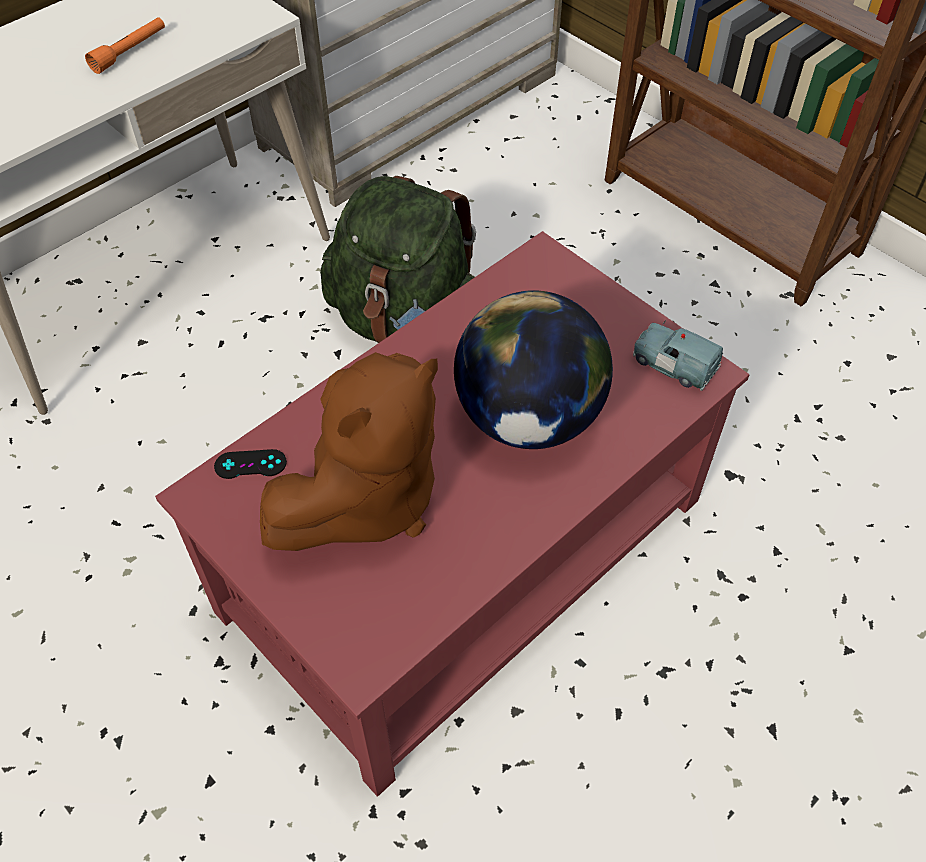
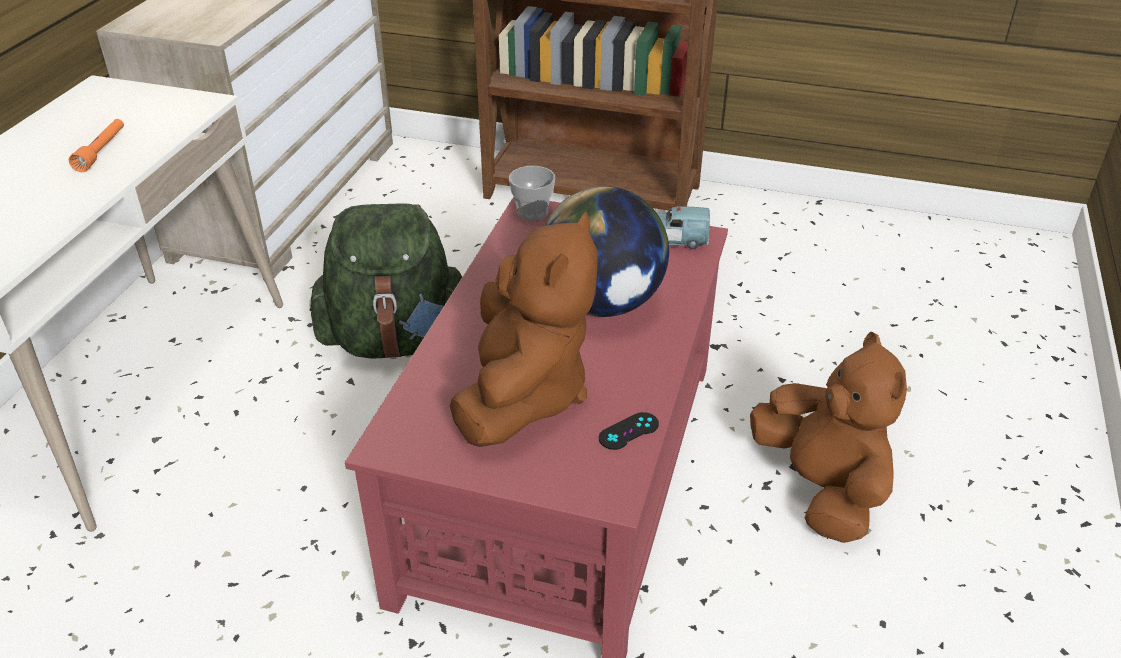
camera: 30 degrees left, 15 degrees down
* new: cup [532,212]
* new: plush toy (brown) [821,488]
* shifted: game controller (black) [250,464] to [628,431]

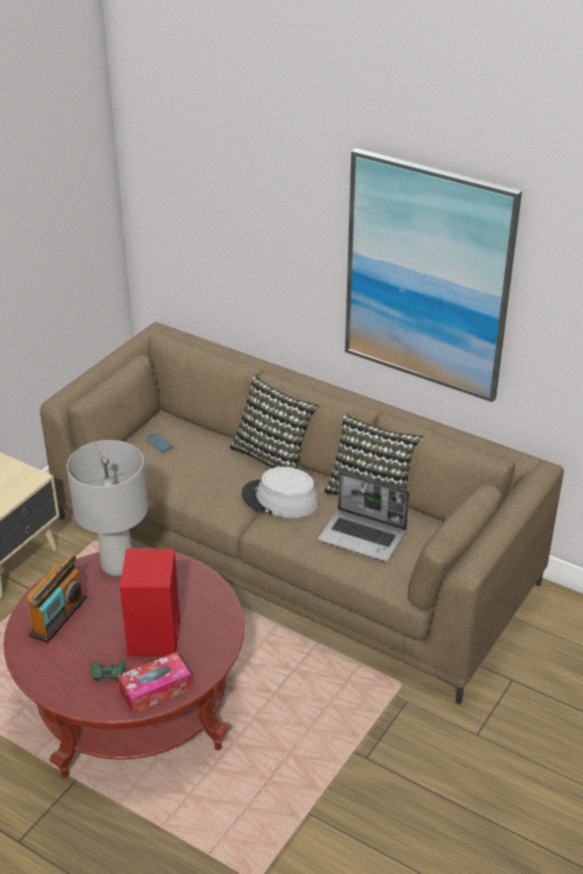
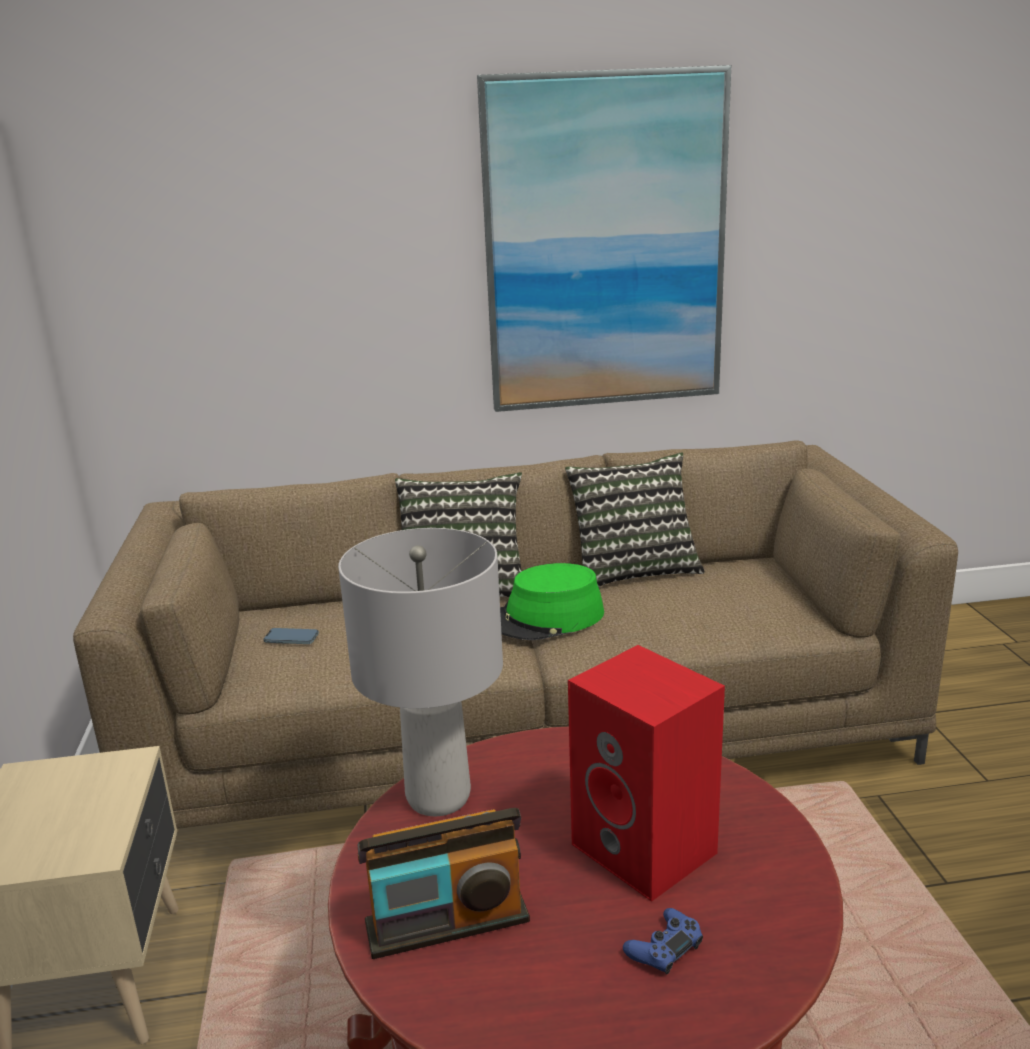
camera: 40 degrees left, 15 degrees down
* gone: tissue box [155,689]
* gone: laptop [363,536]
* repainted: game controller (green) [108,673] to game controller (blue) [664,948]
* repainted: hat (grey) [280,499] to hat (green) [545,618]
* rotated: radio [58,616] = [447,923] 90 degrees clockwise

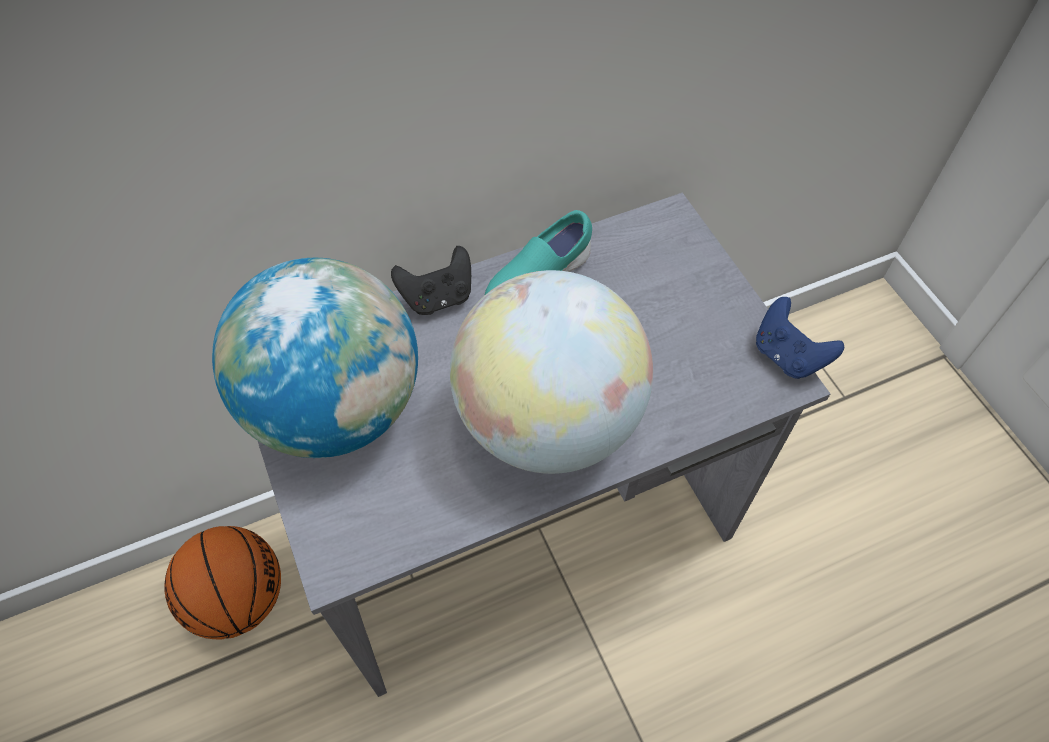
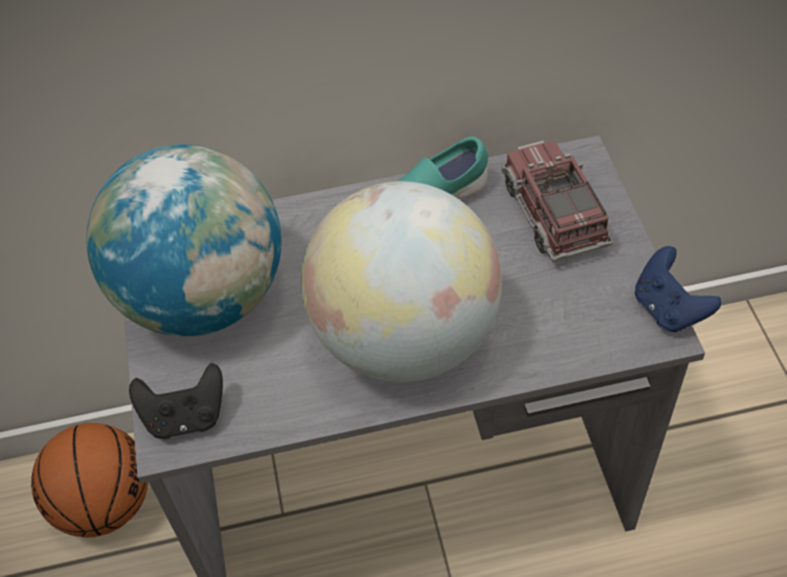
camera: 15 degrees right, 5 degrees down
* new: toy truck [553,214]
* shifted: game controller (black) [438,297] to [185,417]

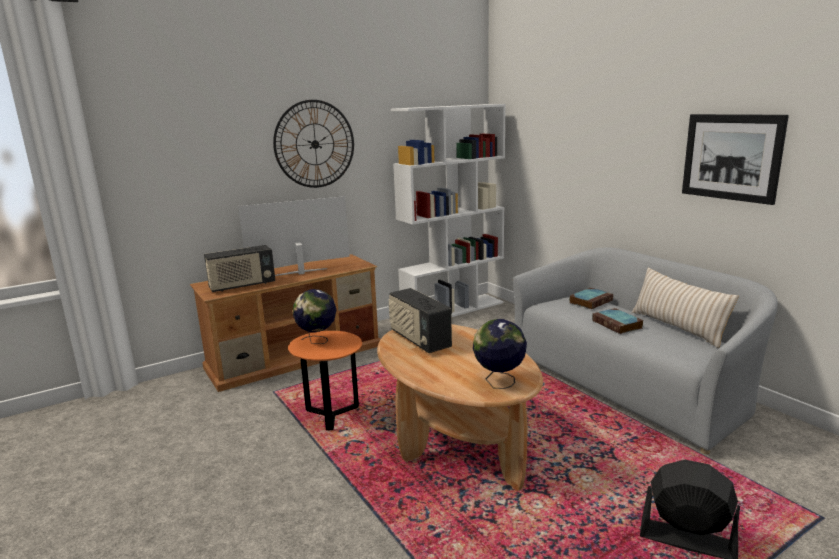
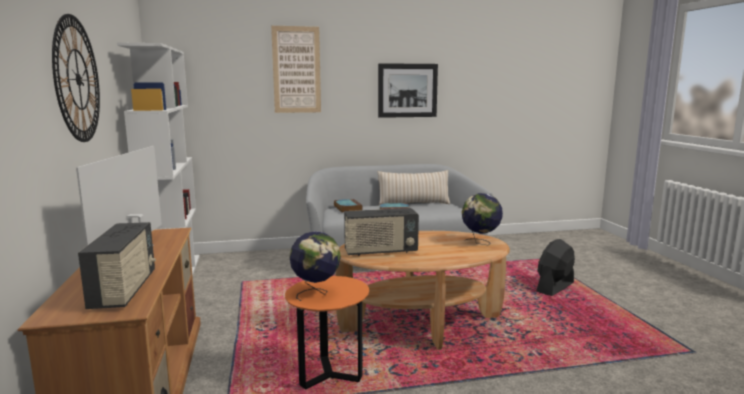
camera: 70 degrees left, 5 degrees down
* new: picture [296,70]

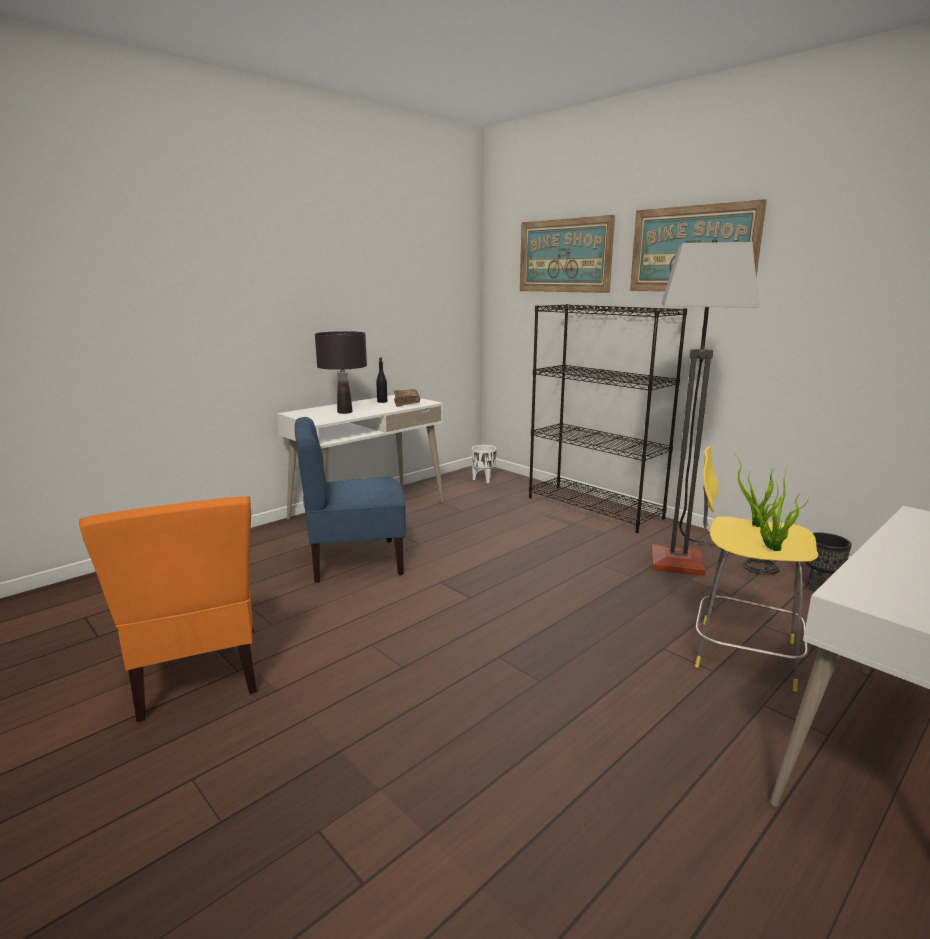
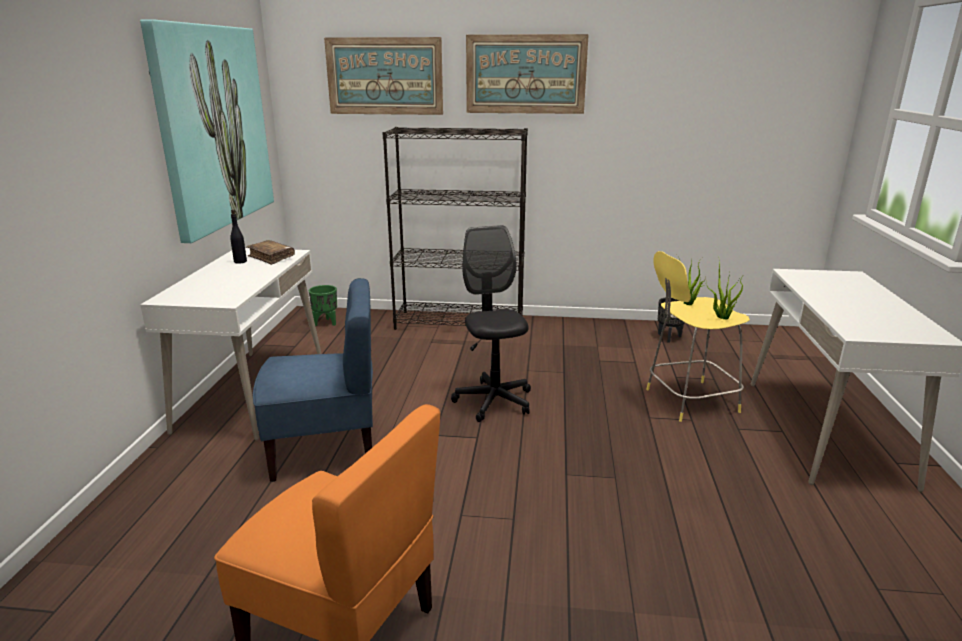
camera: 40 degrees left, 5 degrees up
* gone: table lamp (black) [345,412]
* gone: floor lamp [695,561]
* new: picture [213,127]
* new: office chair (black) [494,401]
* repainted: planter (white) [484,479] to planter (green) [326,323]
* rotated: chair (blue) [355,562] = [325,449] 135 degrees counterclockwise

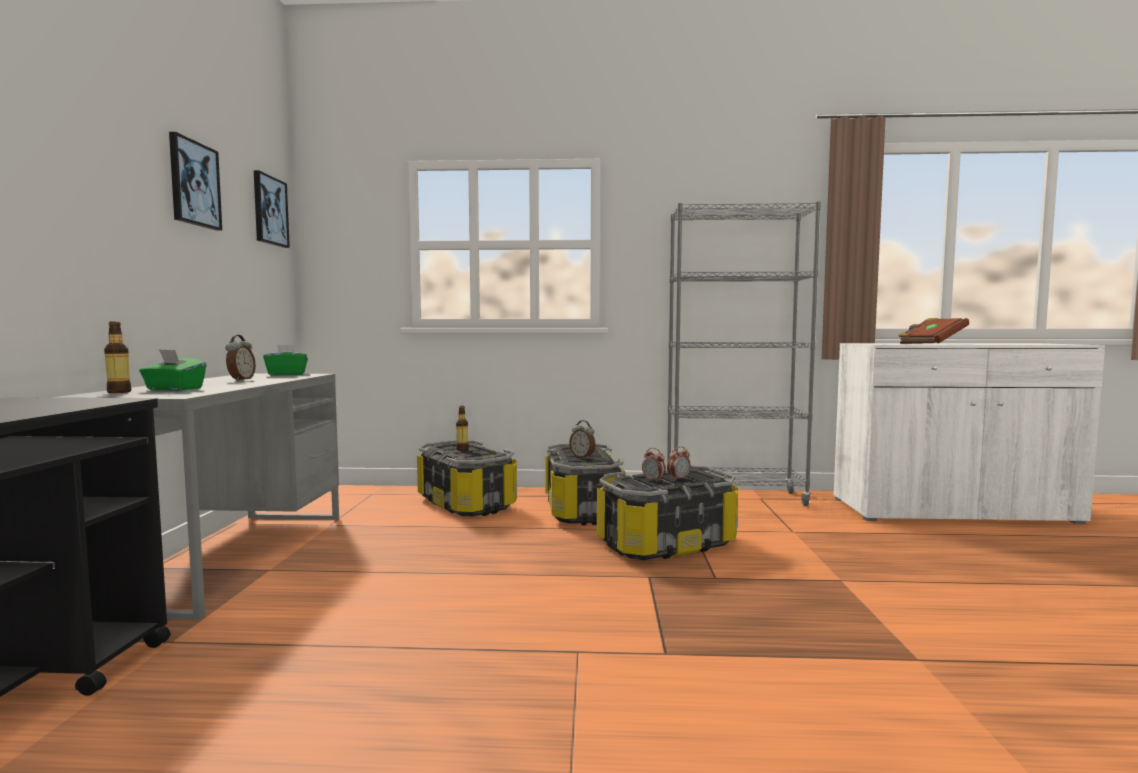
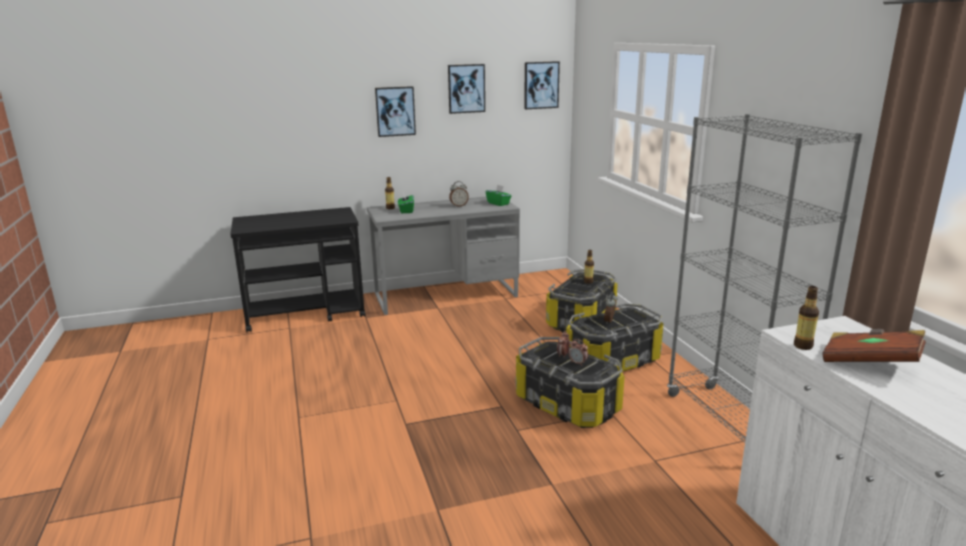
camera: 70 degrees right, 15 degrees up
* new: picture [395,111]
* new: bottle [803,346]

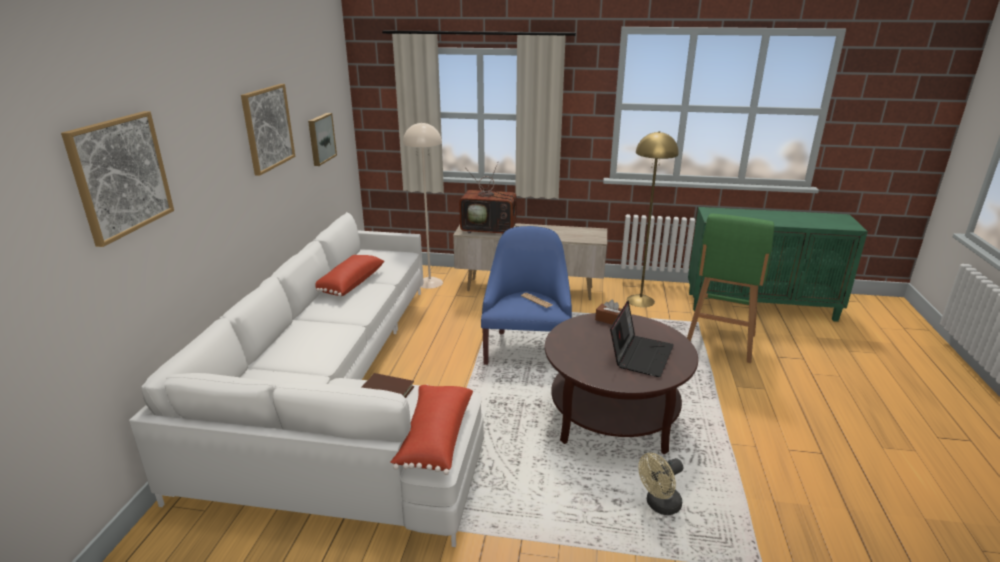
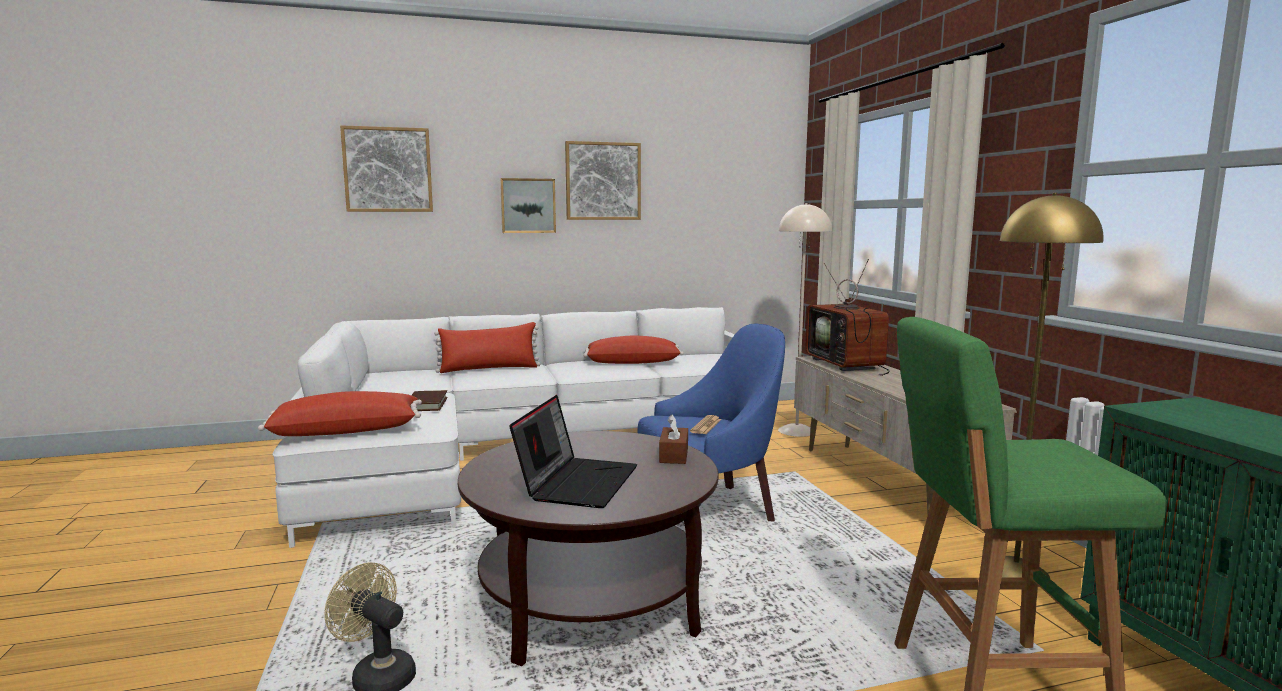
camera: 65 degrees right, 15 degrees down
* new: pillow (red) [489,369]
* shifted: picture [320,138] to [528,206]
* rotated: laptop [640,355] = [577,482] 75 degrees counterclockwise

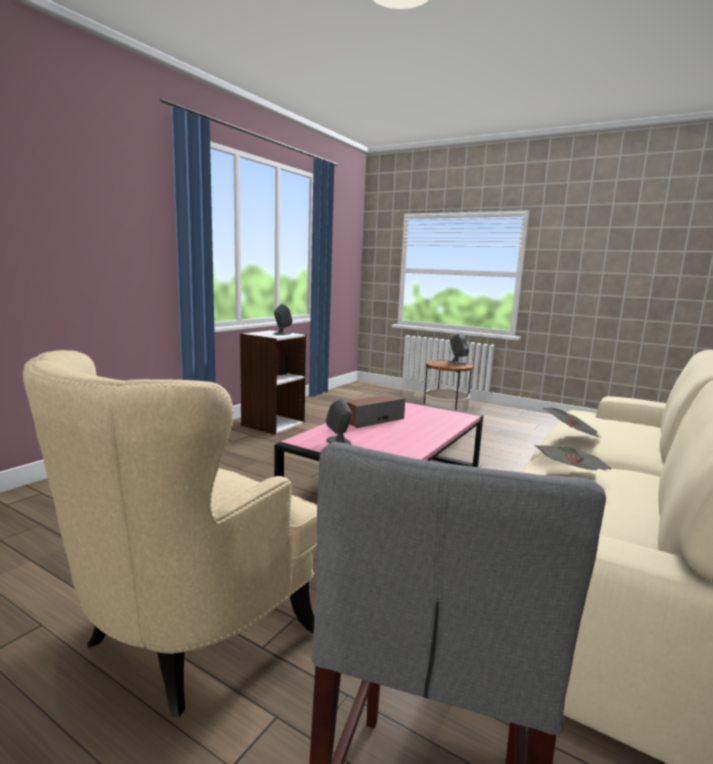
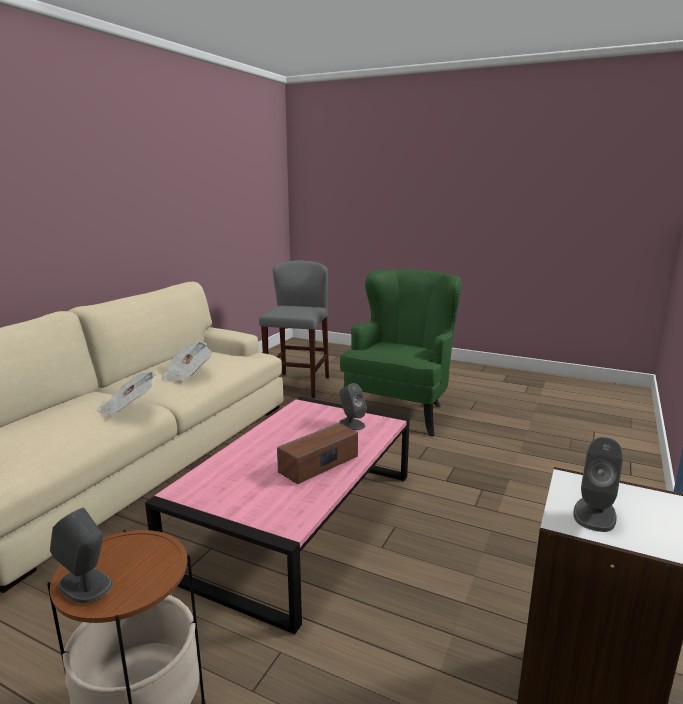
camera: 175 degrees right, 5 degrees up
* repainted: armchair (beige) [185,638] to armchair (green) [400,410]

